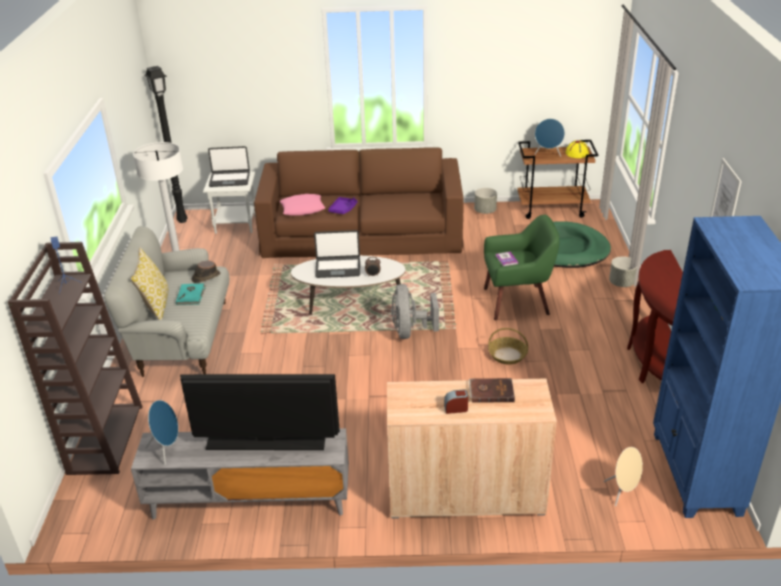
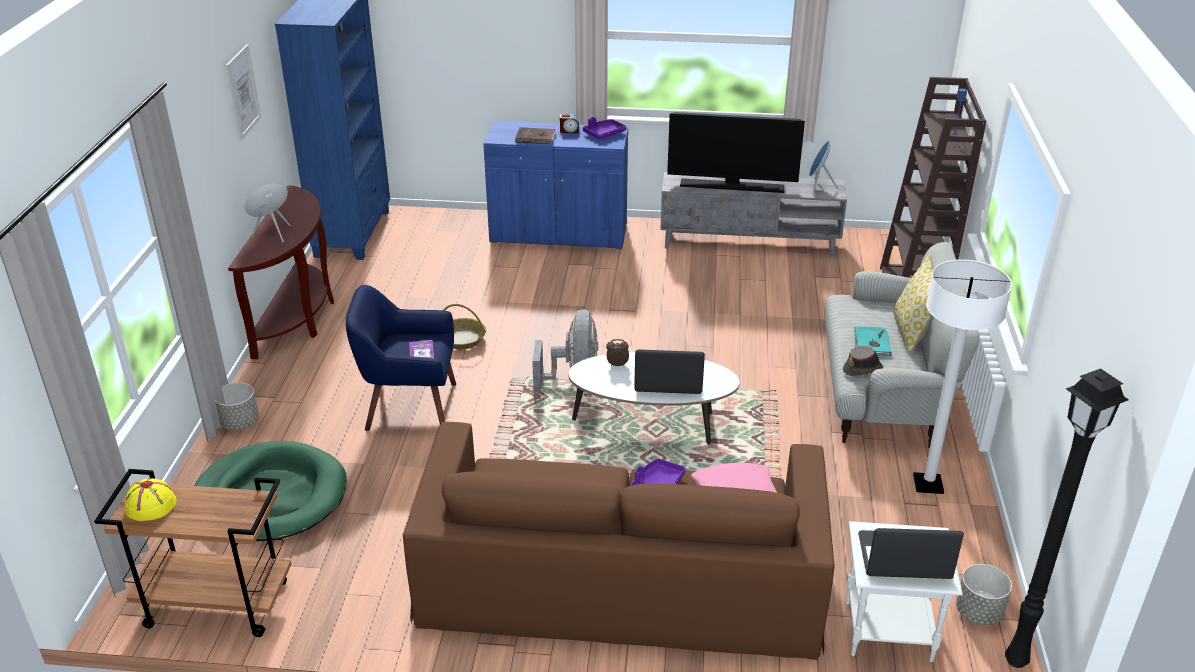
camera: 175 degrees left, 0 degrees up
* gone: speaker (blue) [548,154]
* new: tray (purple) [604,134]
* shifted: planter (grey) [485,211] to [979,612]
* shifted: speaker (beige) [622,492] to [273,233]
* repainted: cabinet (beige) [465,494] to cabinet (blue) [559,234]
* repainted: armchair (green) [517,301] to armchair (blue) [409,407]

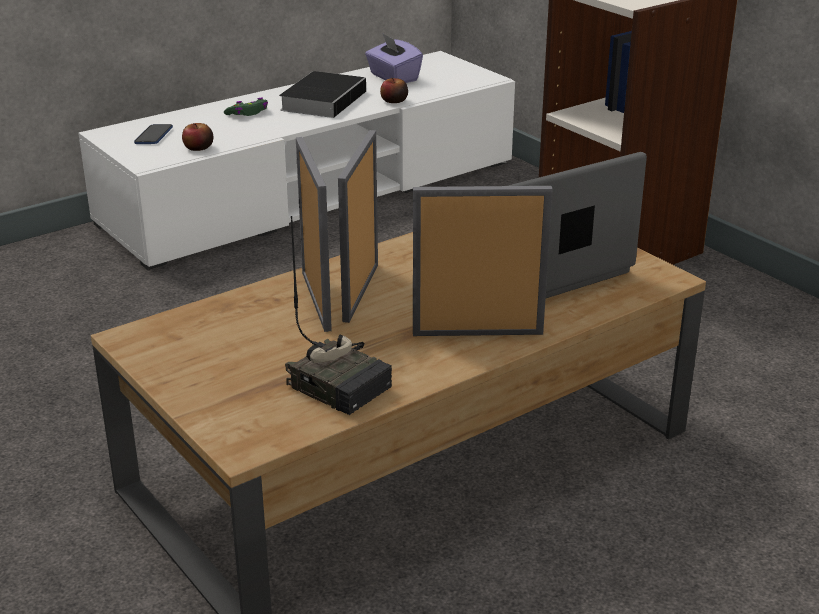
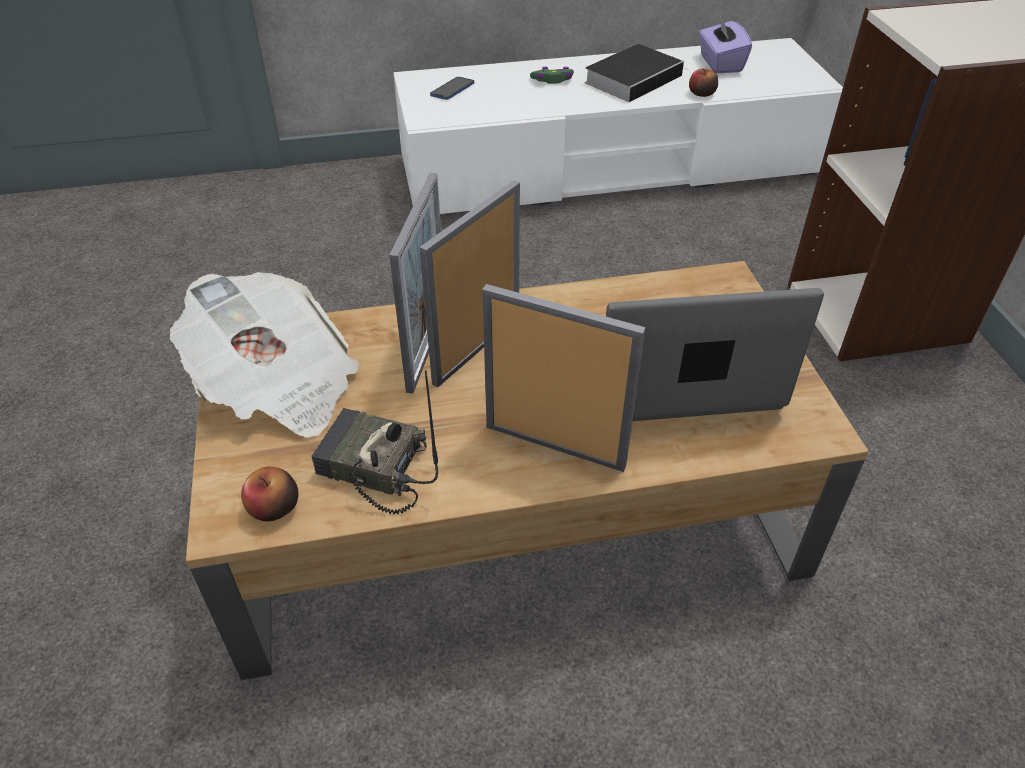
camera: 25 degrees right, 15 degrees up
* new: newspaper [277,385]
* shifted: apple [198,148] to [274,507]
* rotated: radio [341,383] = [372,469] 135 degrees clockwise

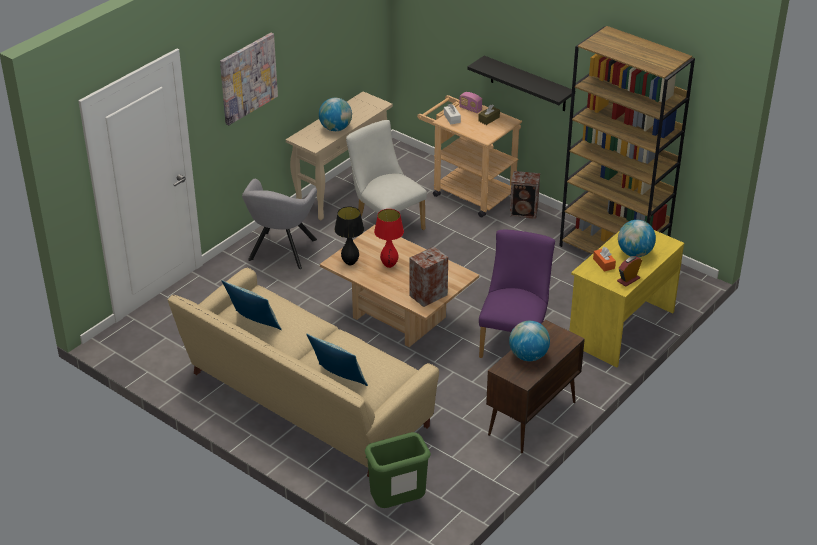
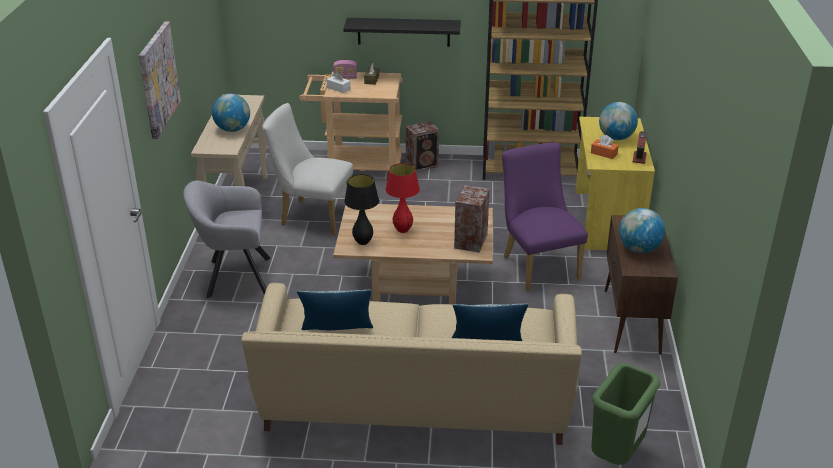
camera: 35 degrees left, 5 degrees down
* rotated: armchair (grey) [281,252] = [234,277] 105 degrees clockwise

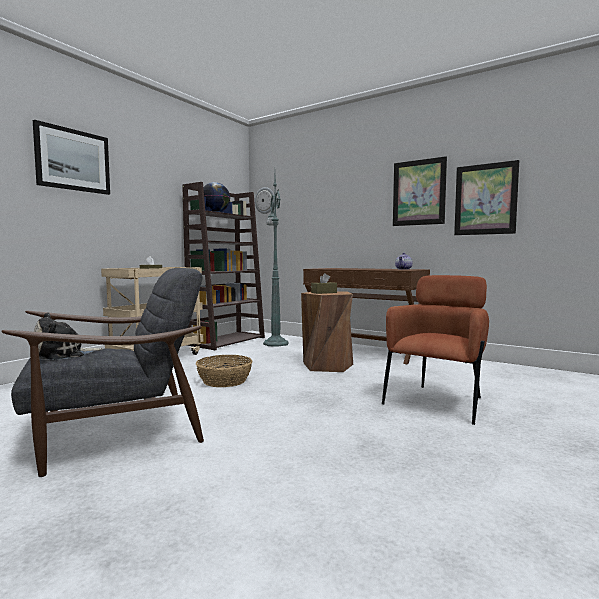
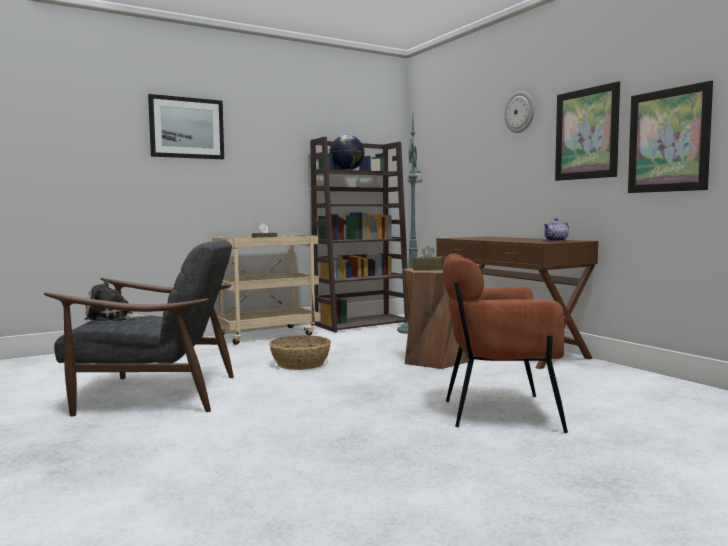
camera: 25 degrees right, 0 degrees up
* shifted: wall clock [265,200] to [520,112]
* rotated: armchair (brown) [438,402] = [500,413] 150 degrees counterclockwise

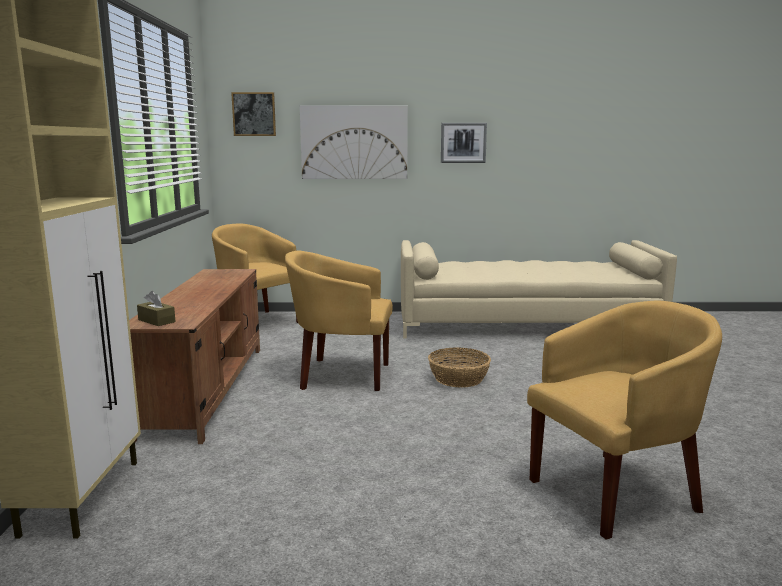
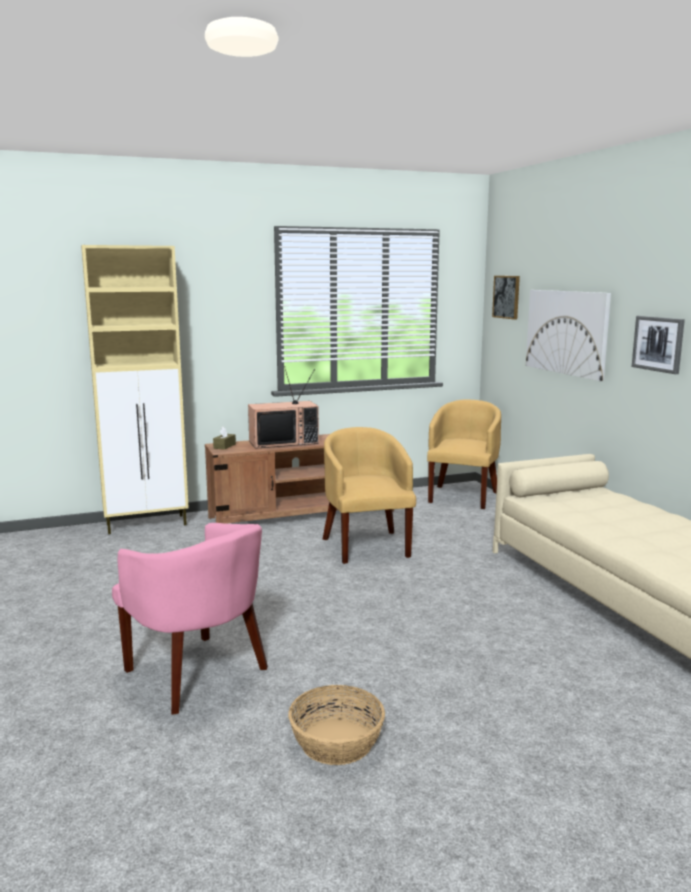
camera: 70 degrees right, 0 degrees up
* new: television [284,442]
* shifted: basket [459,379] to [336,742]
* repainted: armchair (yellow) [615,492] to armchair (pink) [197,674]

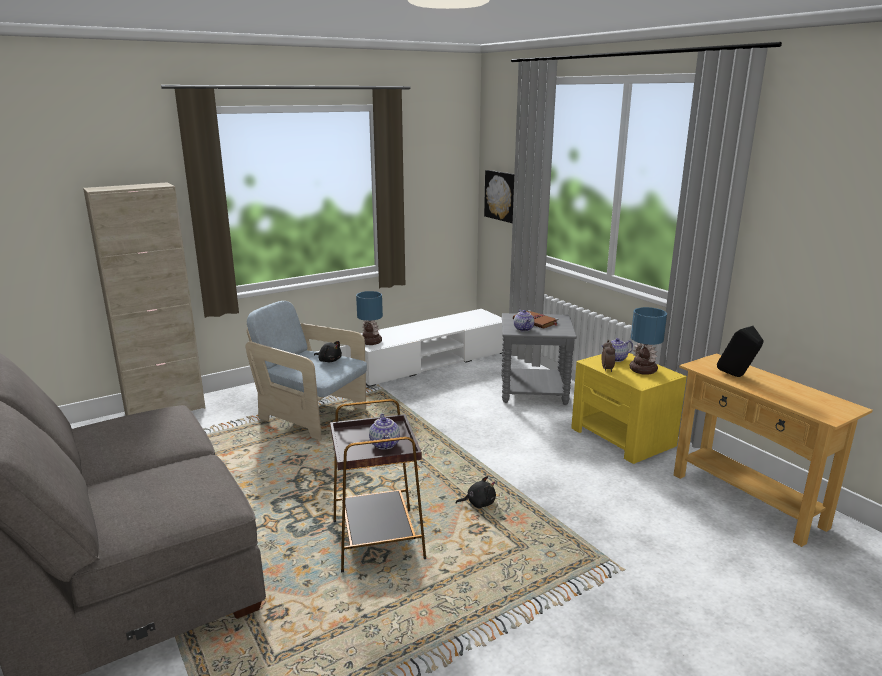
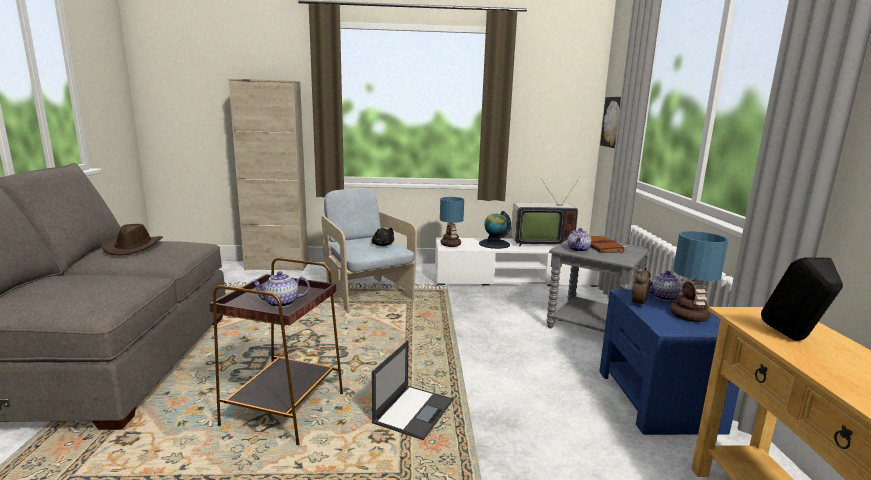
camera: 30 degrees right, 5 degrees down
* new: hat (brown) [133,247]
* new: globe [494,244]
* new: television [540,243]
* swapped: plush toy (black) [478,503] to laptop [414,411]
* repainted: nightstand (yellow) [623,437] to nightstand (blue) [658,400]
* rotated: teapot [385,444] = [281,303] 60 degrees clockwise

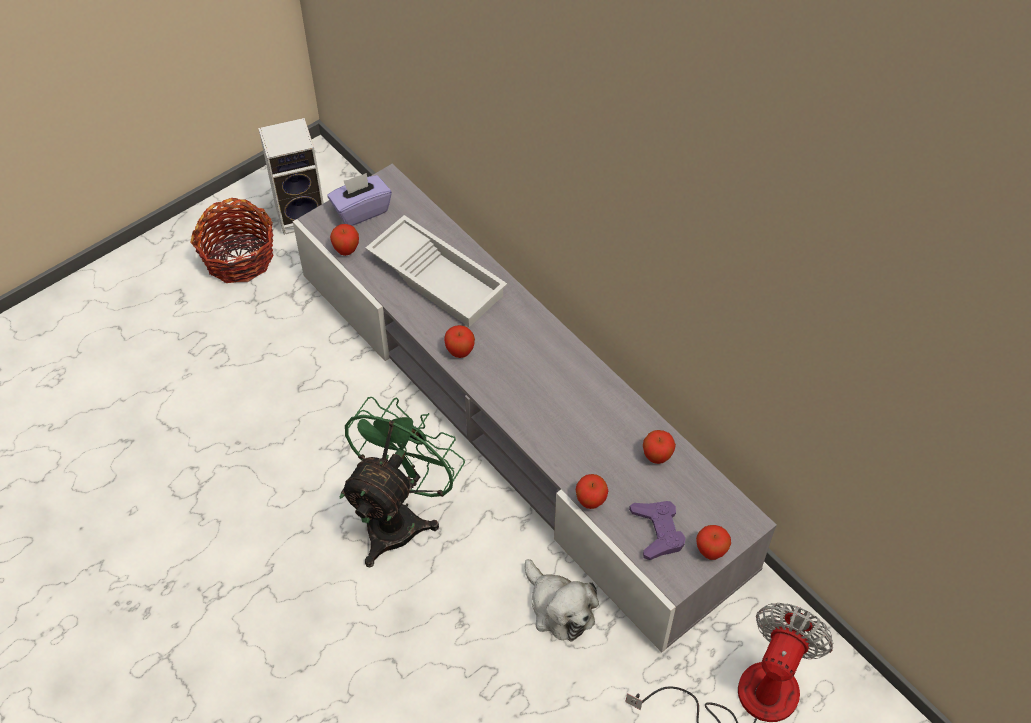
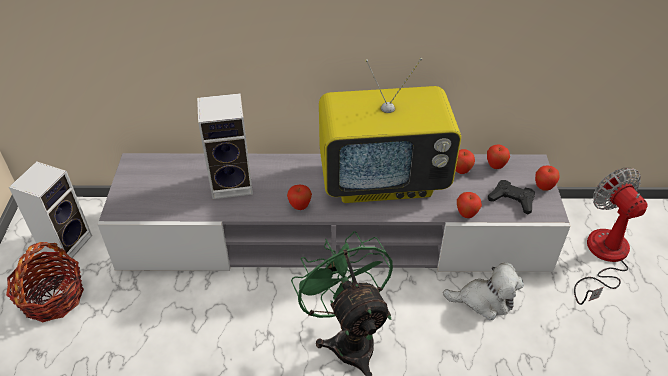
camera: 50 degrees left, 10 degrees down
* gone: tissue box (purple) [361,210]
* new: television [384,180]
* shifted: apple [346,250] to [495,166]
* swapped: tray (white) [439,277] to speaker [233,183]
* repainted: game controller (purple) [657,531] to game controller (black) [512,200]

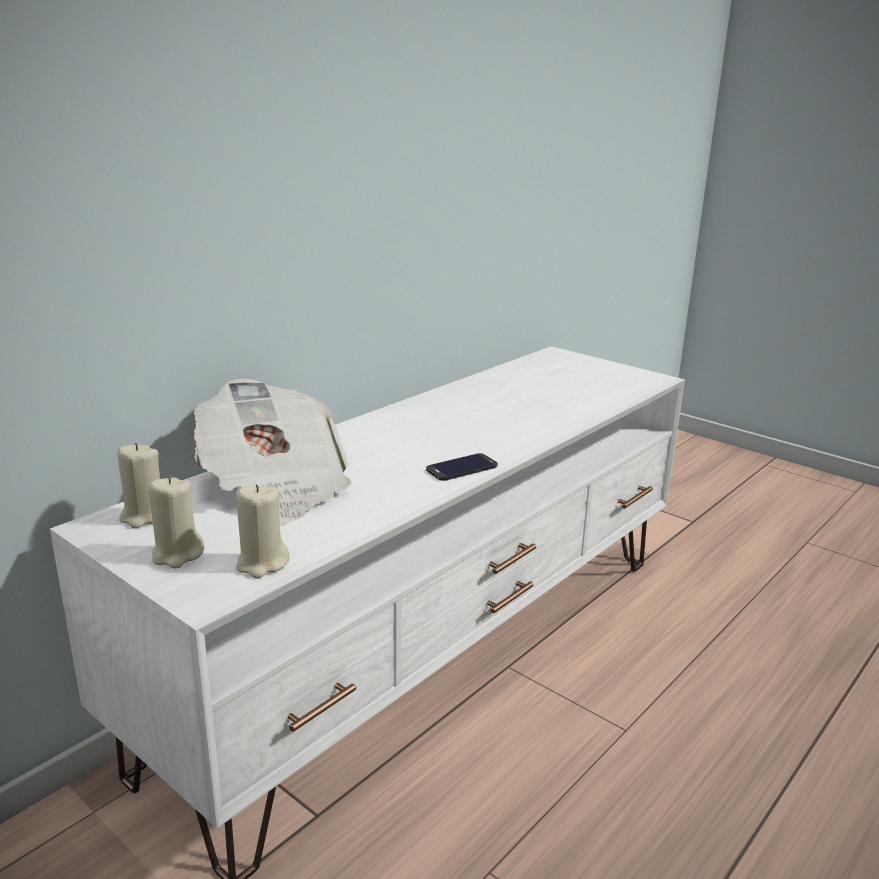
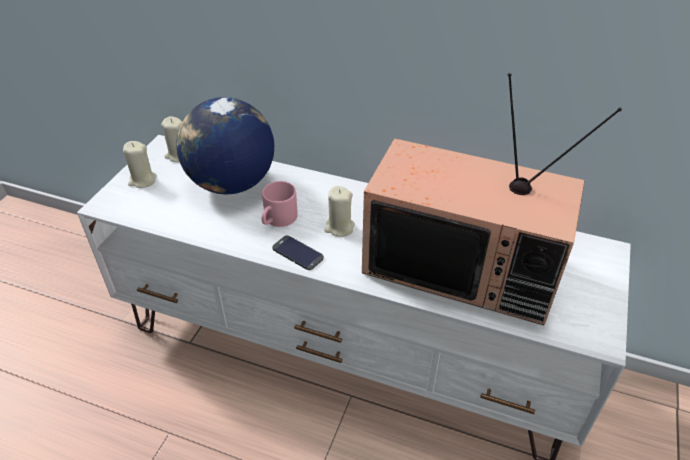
camera: 70 degrees right, 20 degrees up
* new: mug (pink) [278,219]
* new: television [463,266]
* shifted: candle (beige) [262,563] to [339,227]
* swapped: newspaper [275,486] to globe [231,184]

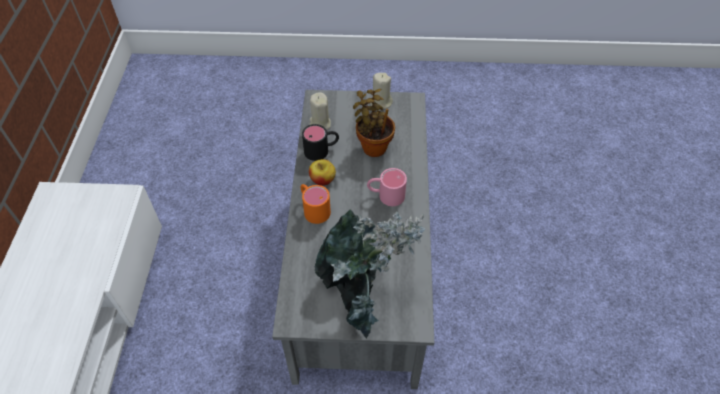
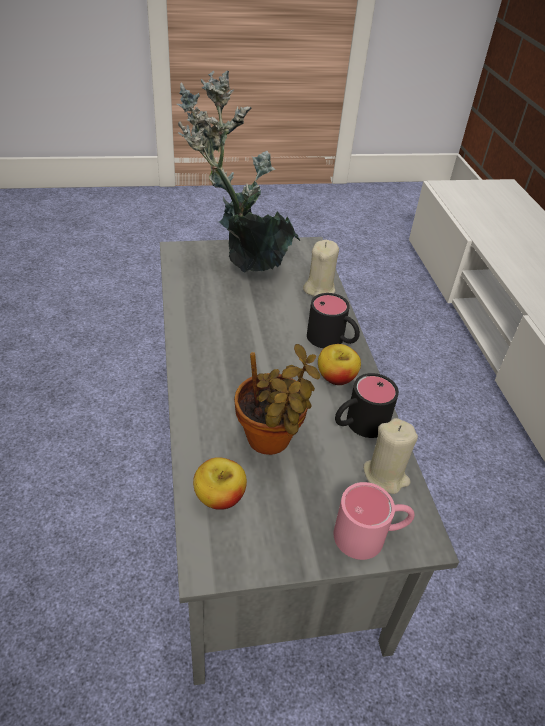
camera: 165 degrees right, 10 degrees down
* new: apple [220,497]
* shifted: mug (pink) [385,195] to [370,535]
* shifted: candle (beige) [381,103] to [319,289]
* repainted: mug (orange) [313,208] to mug (black) [332,340]

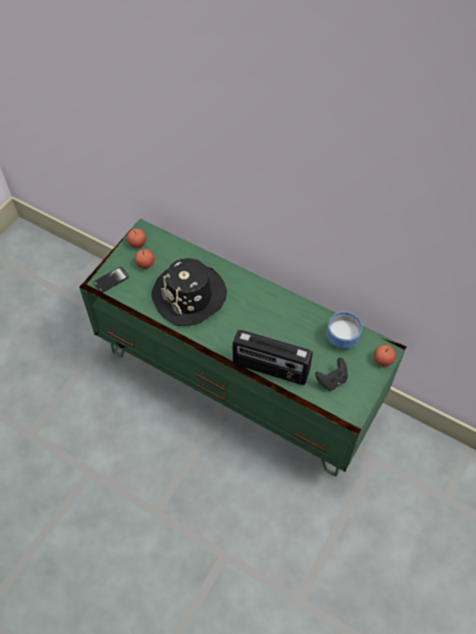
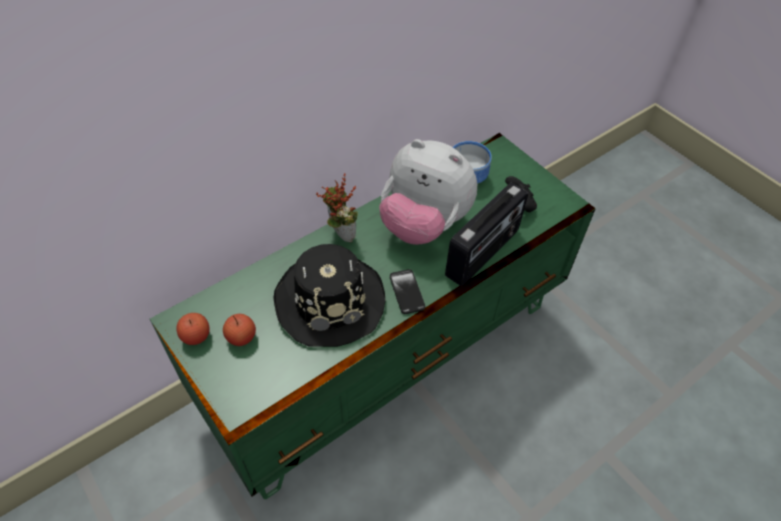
camera: 70 degrees left, 5 degrees down
* gone: apple [382,360]
* new: potted plant [340,235]
* new: plush toy [423,224]
* shifted: phone [111,280] to [407,292]

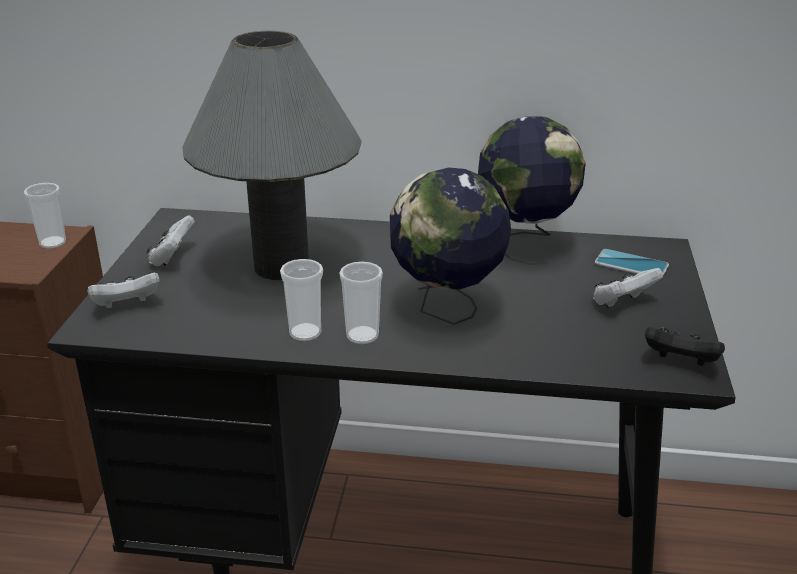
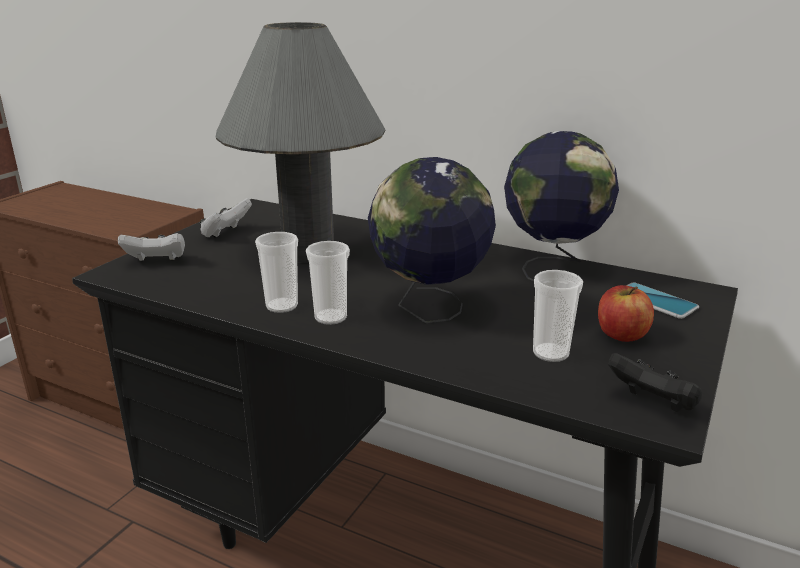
camera: 20 degrees right, 5 degrees down
* shifted: cup [52,243] to [550,353]
* swapped: game controller (white) [622,303] to apple [621,334]

